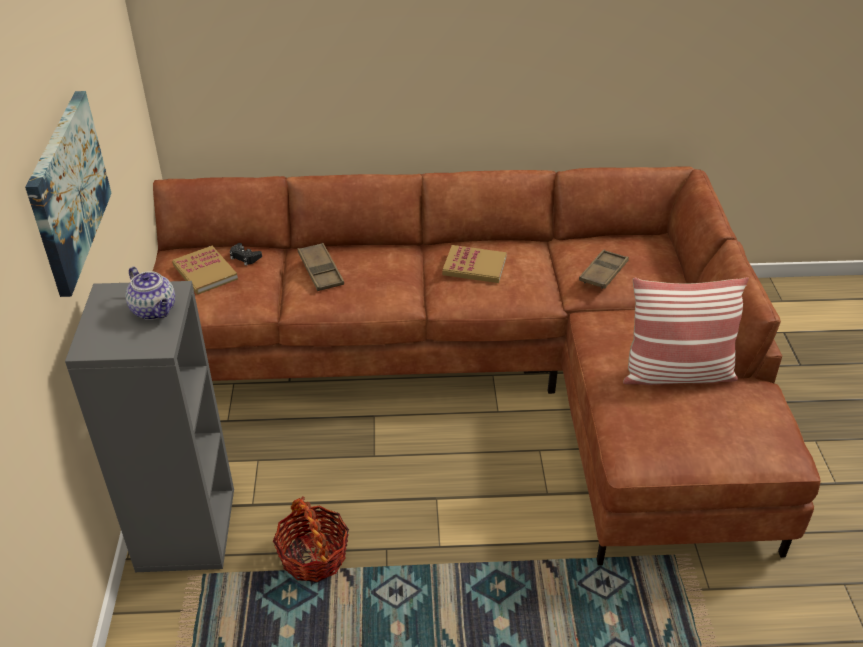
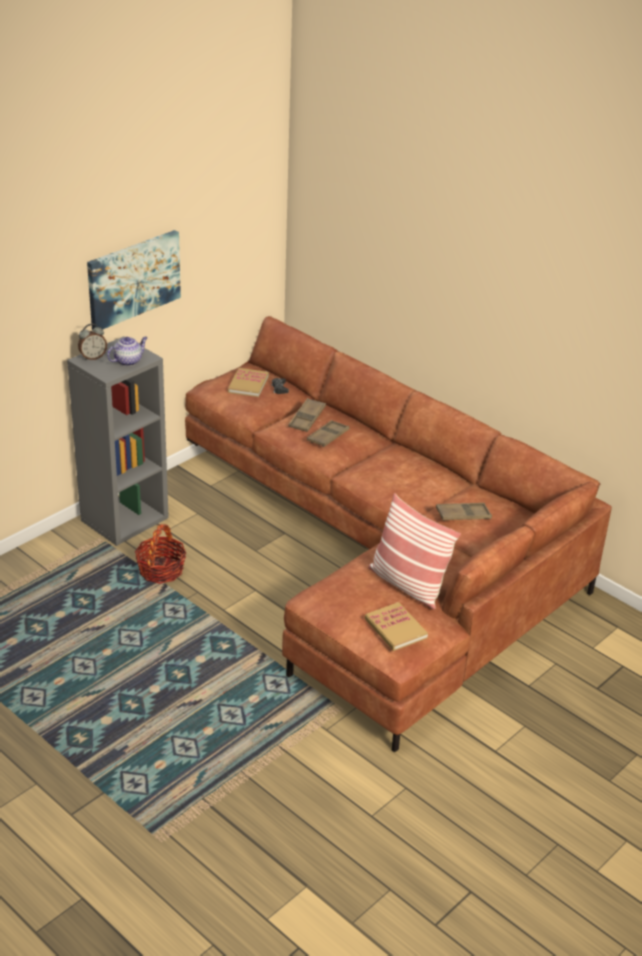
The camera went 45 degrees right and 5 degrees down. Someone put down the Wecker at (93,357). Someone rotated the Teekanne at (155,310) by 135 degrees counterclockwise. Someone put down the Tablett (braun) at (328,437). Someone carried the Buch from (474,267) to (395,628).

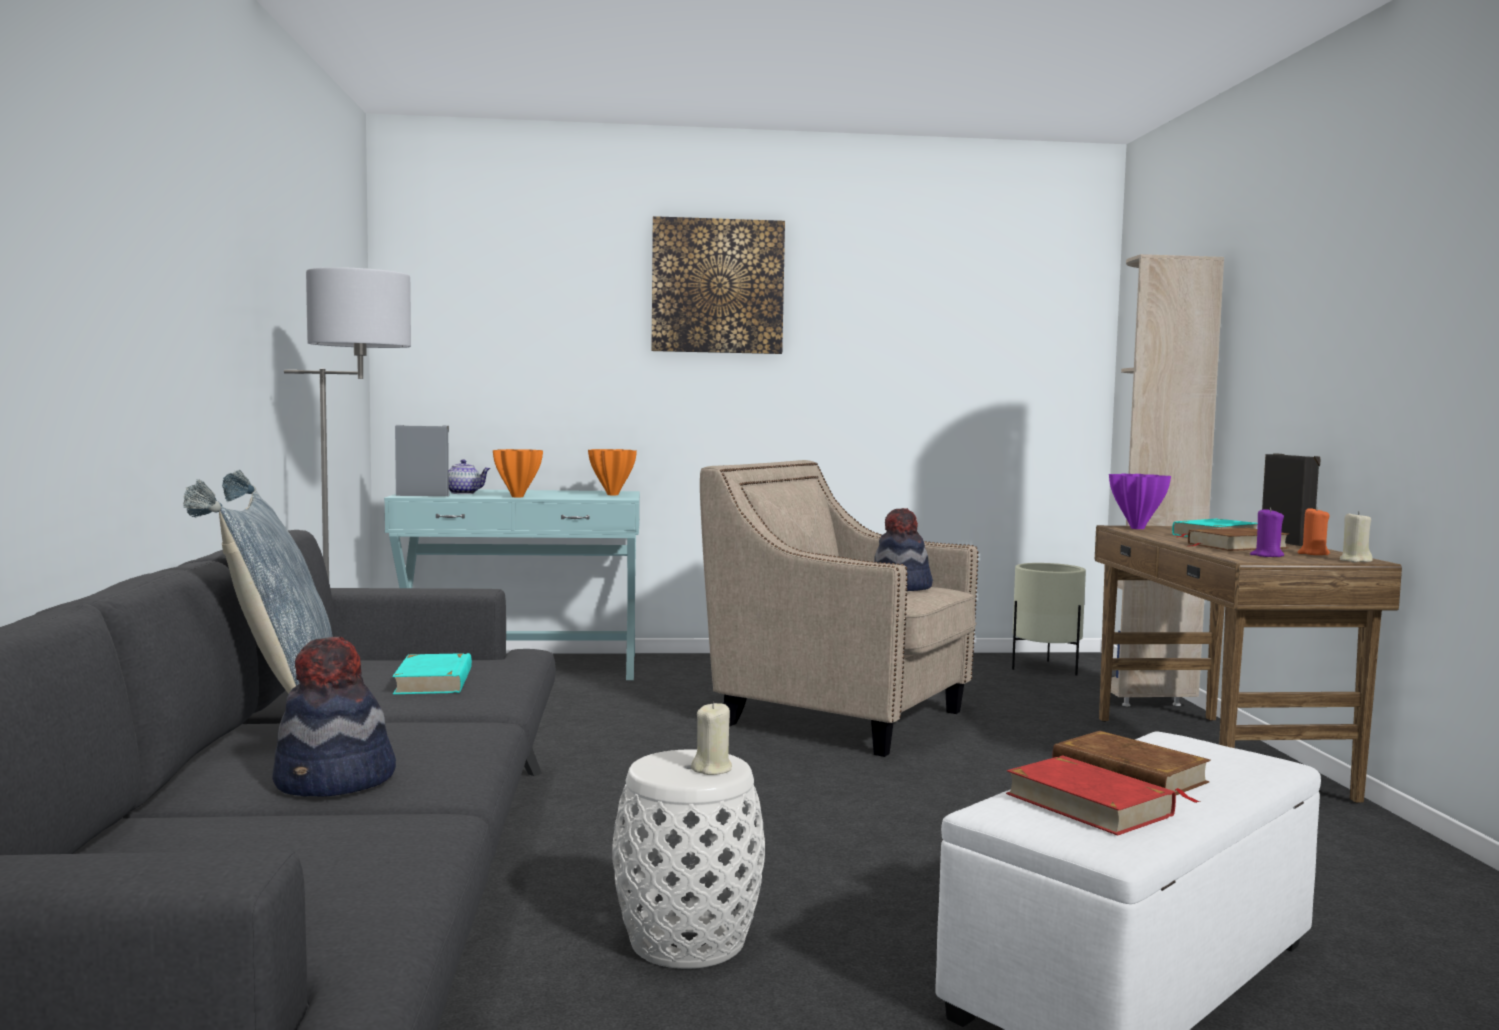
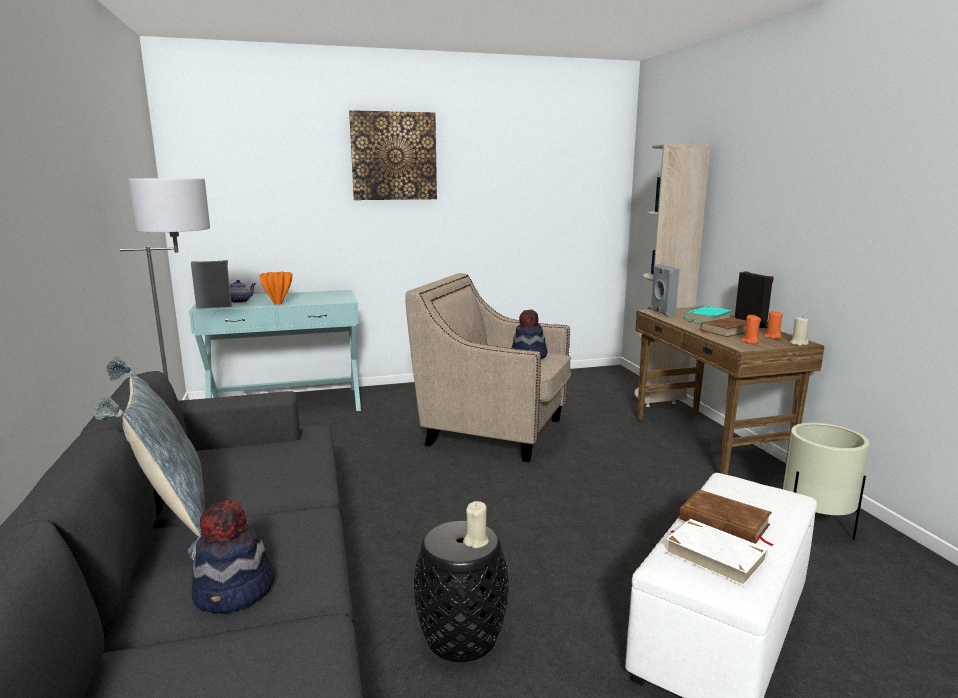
The camera went 10 degrees left and 10 degrees up. Someone repainted the Hocker (weiß) at (687,941), which became the Hocker (schwarz) at (461,637). Someone swapped the Vase (lila) at (1137,528) for the Lautsprecher (grau) at (661,312). Someone repainted the Buch (rot) at (1088,804), which became the Buch (weiß) at (714,556). Someone repainted the Kerze (lila) at (1267,555), which became the Kerze (orange) at (750,341). Someone carried the Pflanzkübel (beige) from (1045,668) to (814,527). Someone took away the Buch (türkis) at (434,681). Someone took away the Vase (orange) at (612,494).

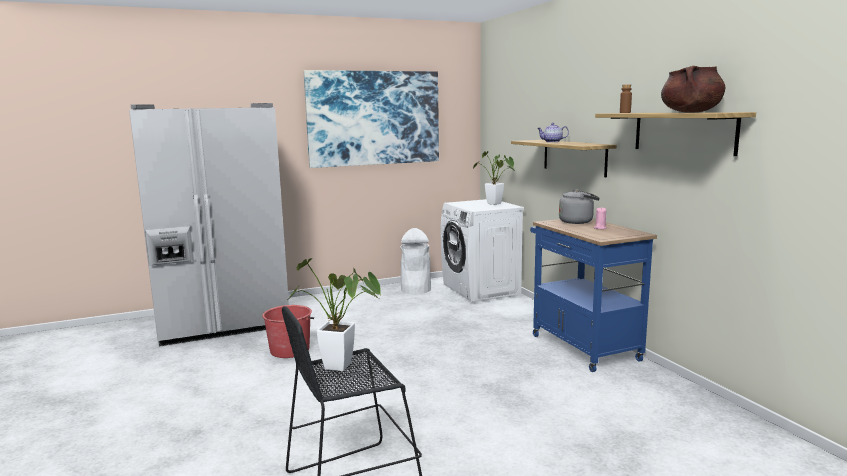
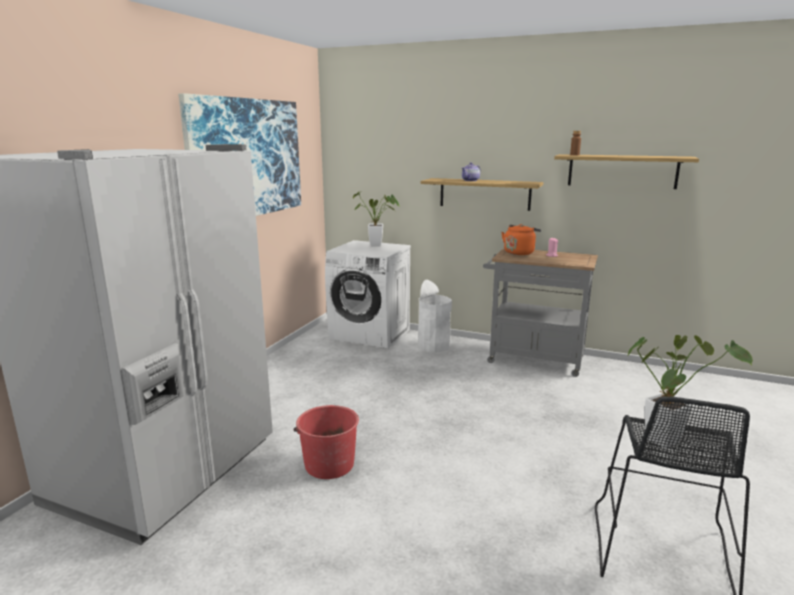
The camera went 45 degrees left and 5 degrees up. Someone carried the Mülleimer (weiß) from (416,289) to (434,345). Someone repainted the Rollwagen (blau) at (582,346), which became the Rollwagen (grau) at (532,359). Someone repainted the Wasserkessel (grau) at (578,222), which became the Wasserkessel (orange) at (519,252). Someone took away the Kochtopf (braun) at (691,112).

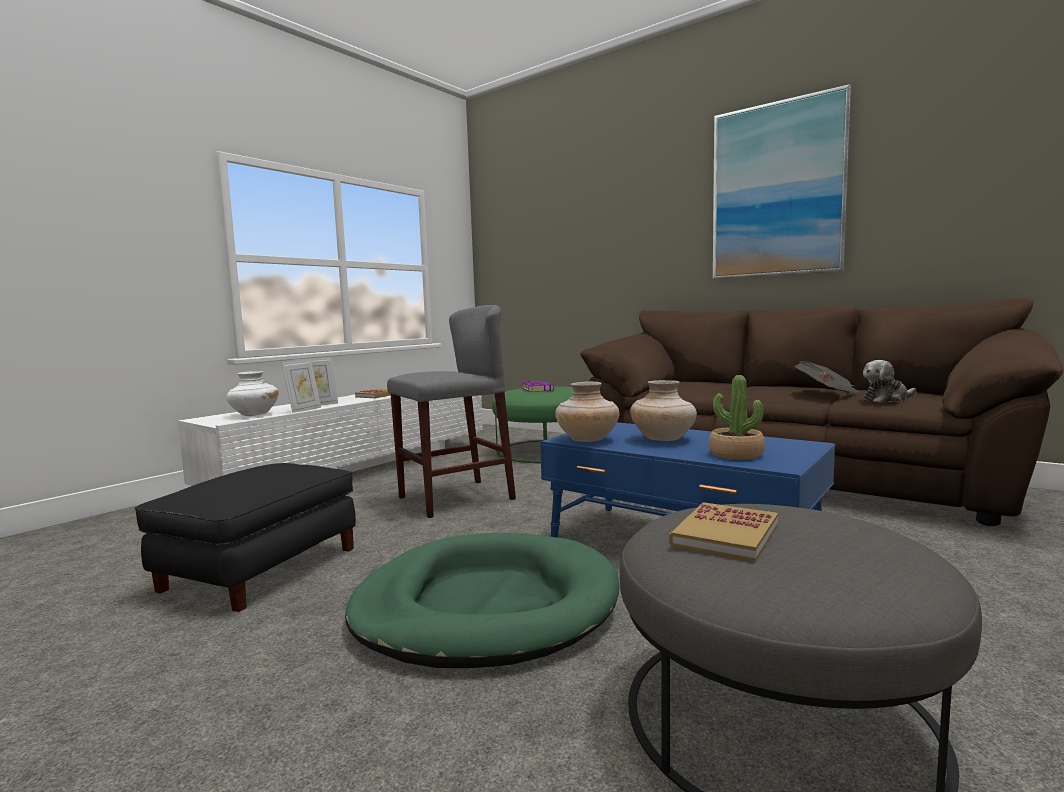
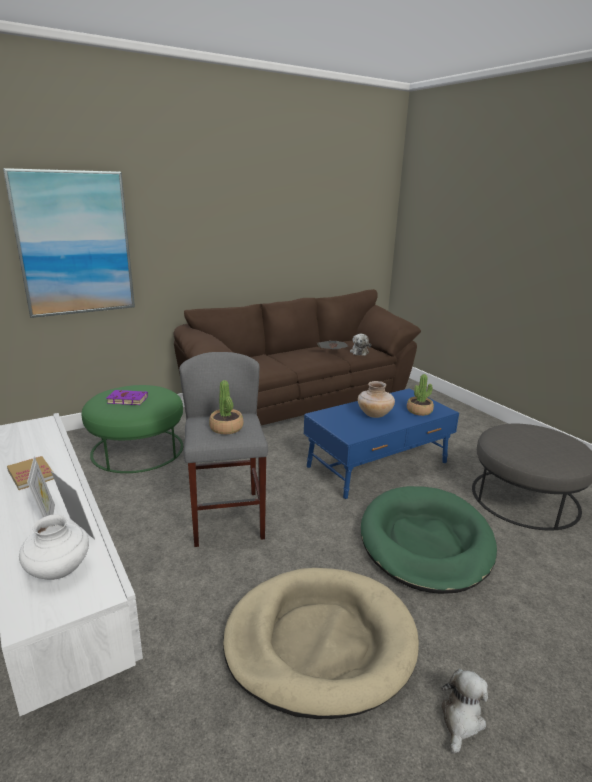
The camera went 70 degrees left and 15 degrees up. Someone carried the Bild from (777,190) to (74,244). Someone put down the Topfpflanze at (226,428). Someone swapped the Polsterhocker (schwarz) at (261,568) for the Hundebett (beige) at (319,642). Someone put down the Plüschtier at (461,719). Someone took away the Vase (beige) at (587,440). Someone took away the Buch at (725,535).

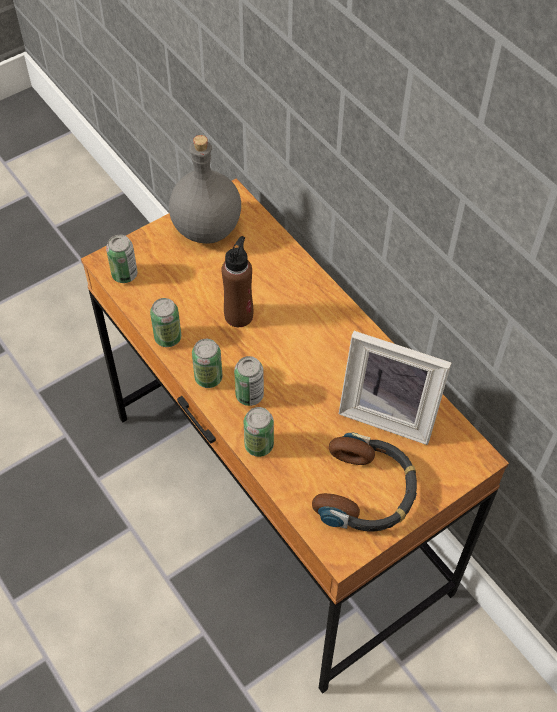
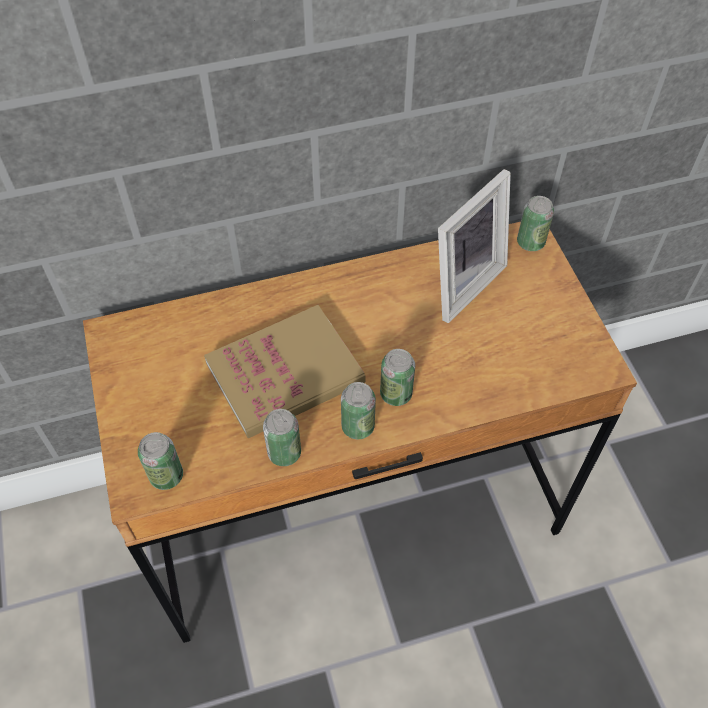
The camera went 70 degrees left and 0 degrees up. Someone swapped the Flasche (braun) at (239,315) for the Buch at (285,373). Someone carried the Dose from (259,445) to (530,242). Someone took away the Flasche (grau) at (207,229). Someone took away the Kopfhörer at (366,491).

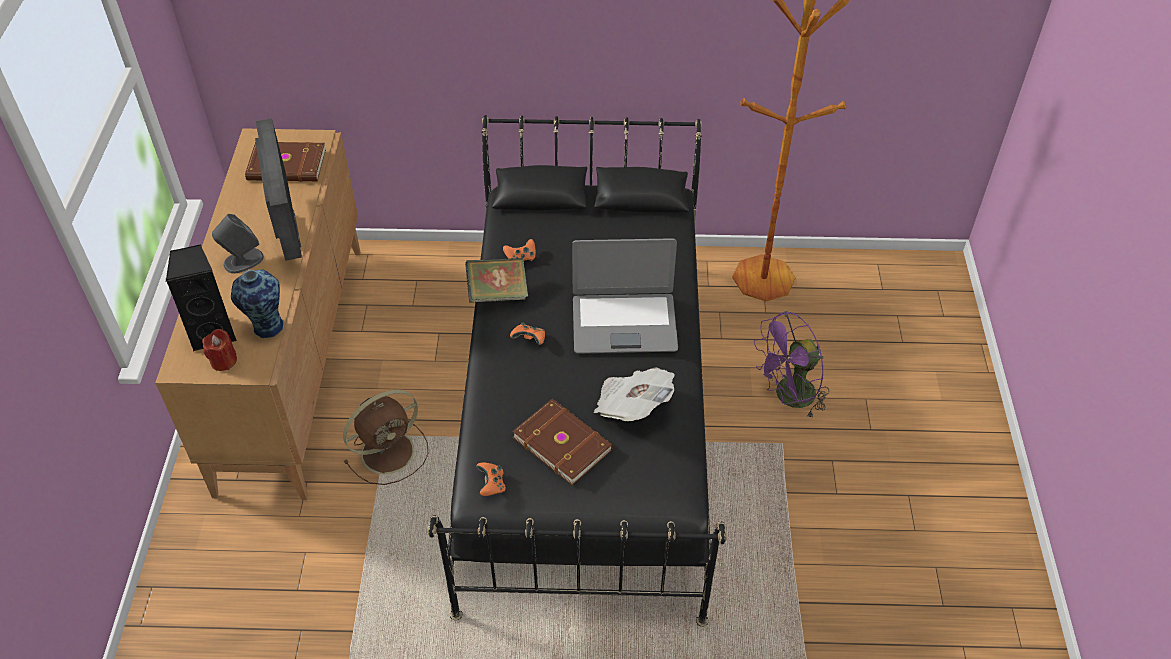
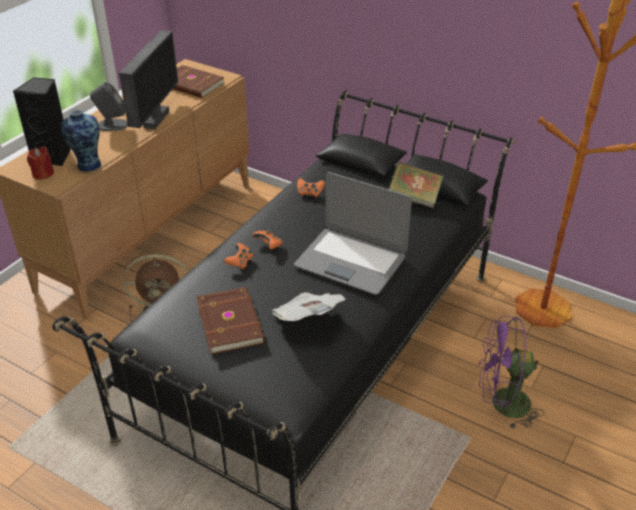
The camera went 30 degrees right and 10 degrees down. Someone carried the Gamepad (orange) from (491,485) to (240,263). Someone carried the Buch from (497,293) to (414,198).

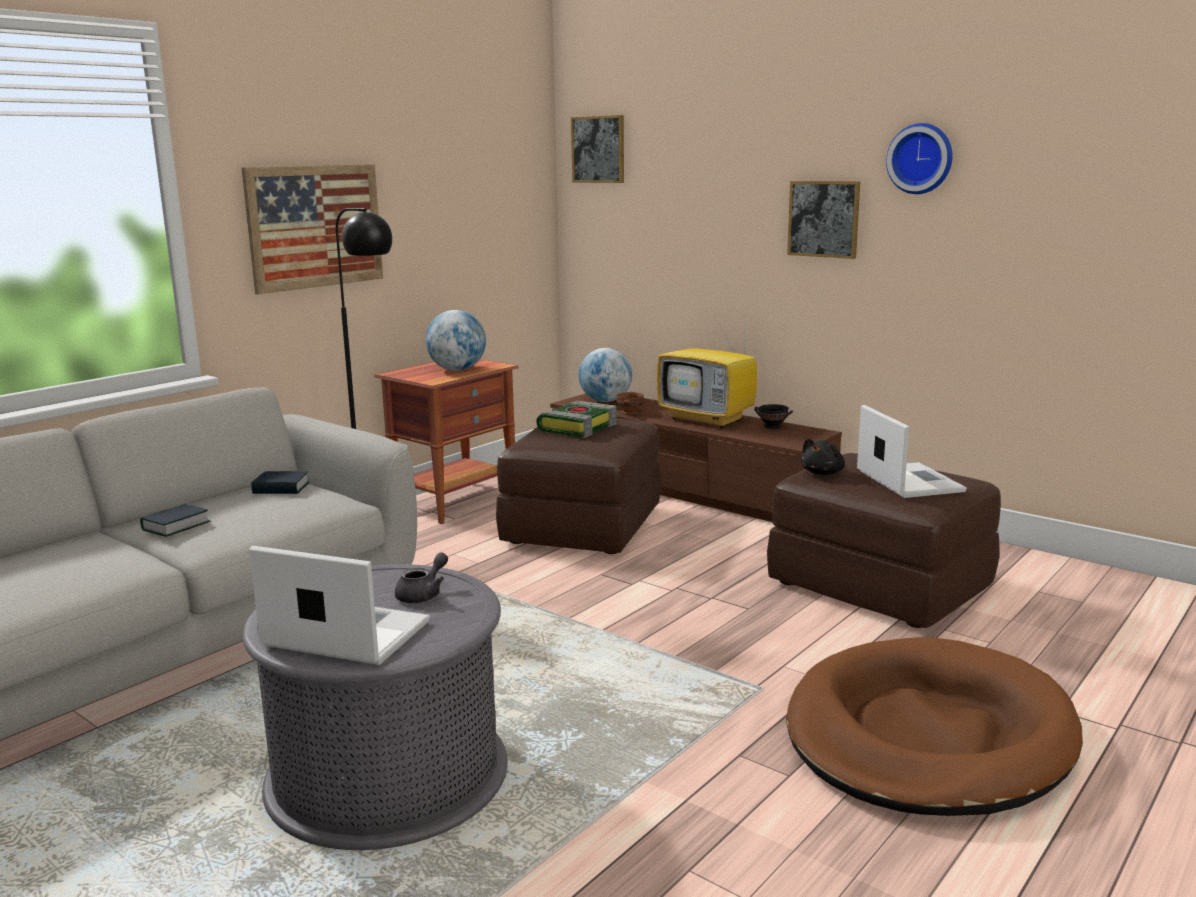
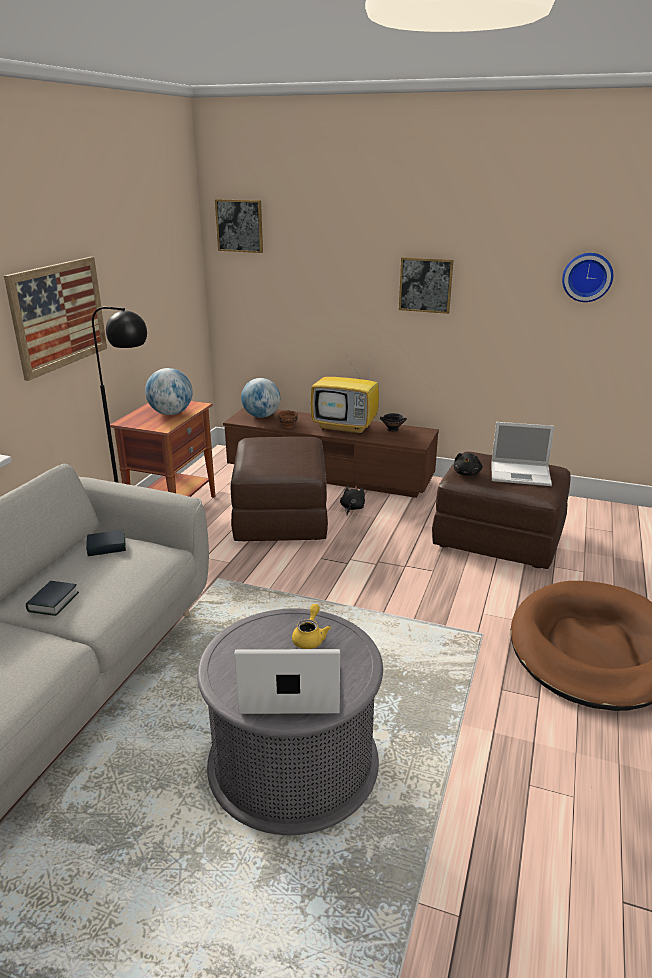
The camera went 20 degrees left and 10 degrees up. Someone repainted the Teekanne (grau) at (423,594), which became the Teekanne (gelb) at (310,637). Someone put down the Plüschtier (schwarz) at (352,508). Someone rotated the Laptop at (908,481) by 135 degrees clockwise. Someone carried the Wanduhr from (921,158) to (587,277). Someone took away the Buch at (577,427).

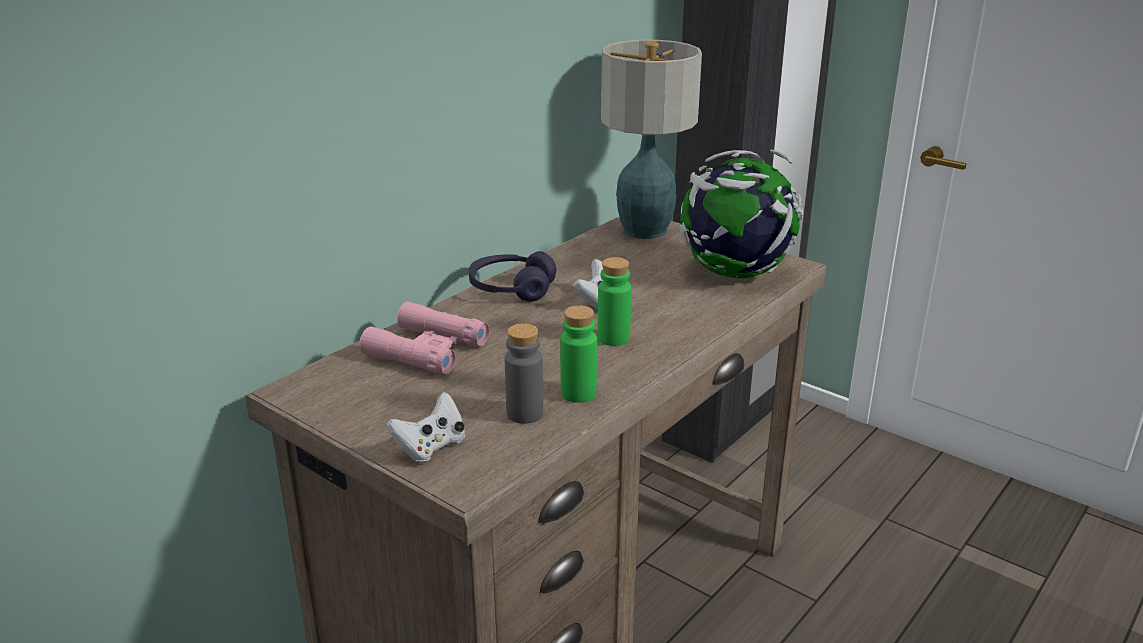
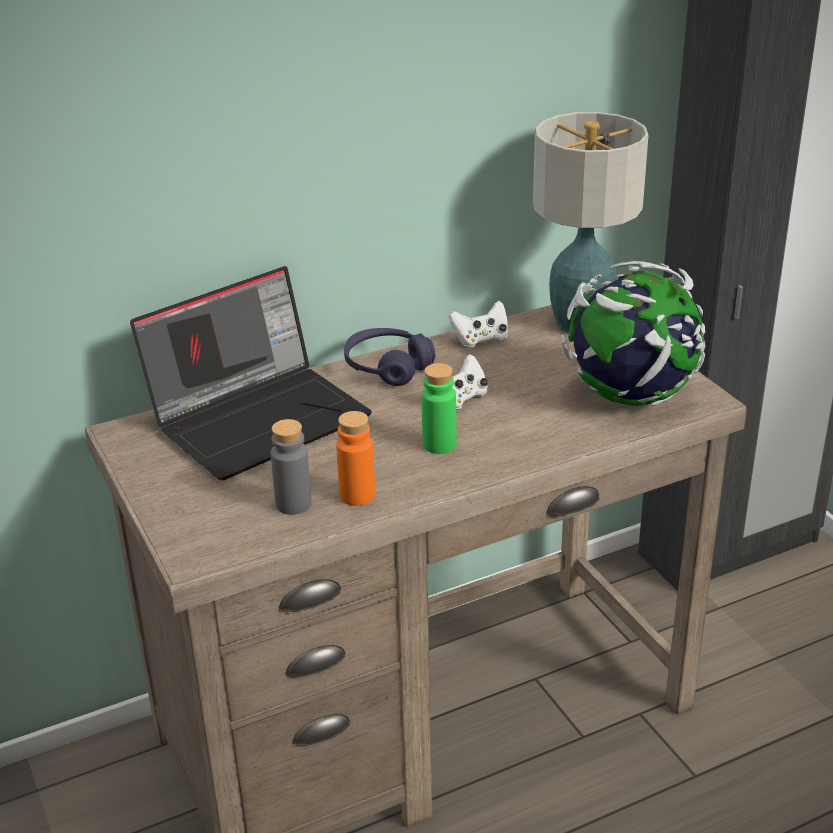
The camera went 25 degrees right and 5 degrees up. Someone swapped the Fernglas (rosa) at (426,349) for the Laptop at (260,417). Someone repainted the Flasche (grün) at (578,393), which became the Flasche (orange) at (357,495). Someone carried the Gamepad (weiß) from (431,447) to (480,340).

